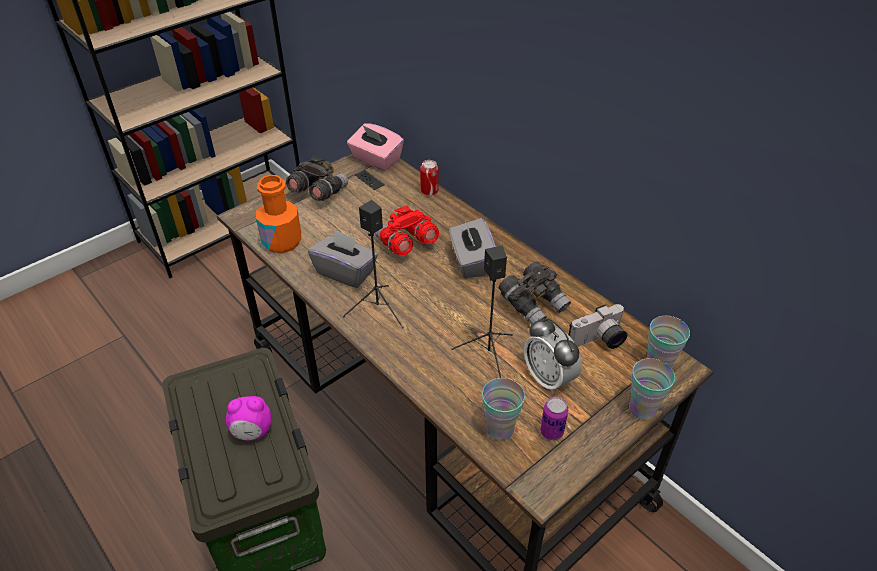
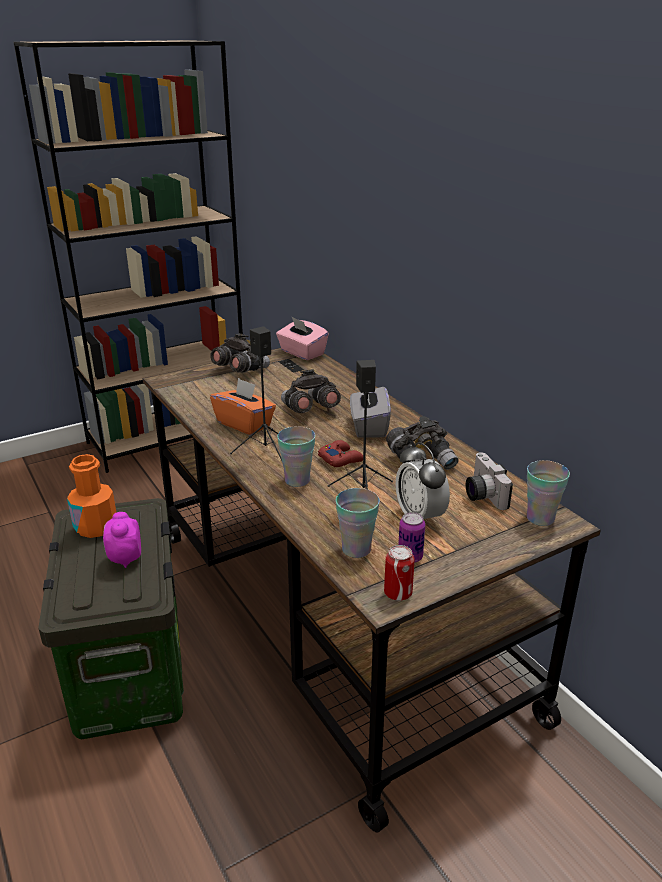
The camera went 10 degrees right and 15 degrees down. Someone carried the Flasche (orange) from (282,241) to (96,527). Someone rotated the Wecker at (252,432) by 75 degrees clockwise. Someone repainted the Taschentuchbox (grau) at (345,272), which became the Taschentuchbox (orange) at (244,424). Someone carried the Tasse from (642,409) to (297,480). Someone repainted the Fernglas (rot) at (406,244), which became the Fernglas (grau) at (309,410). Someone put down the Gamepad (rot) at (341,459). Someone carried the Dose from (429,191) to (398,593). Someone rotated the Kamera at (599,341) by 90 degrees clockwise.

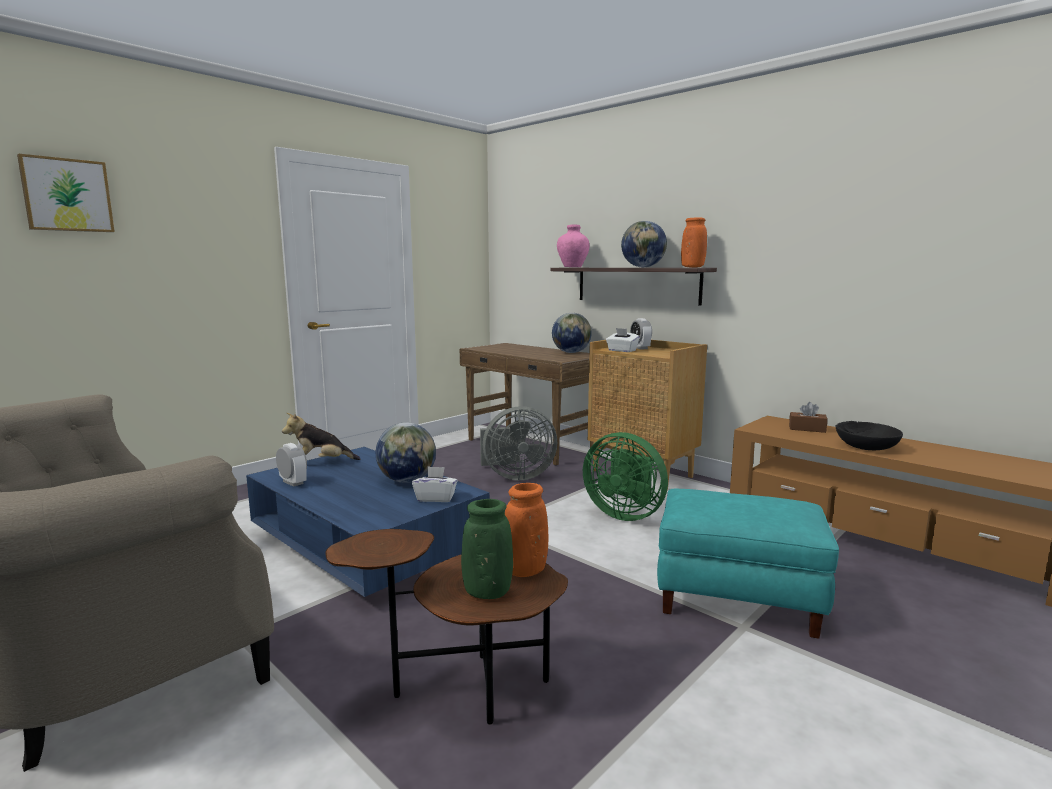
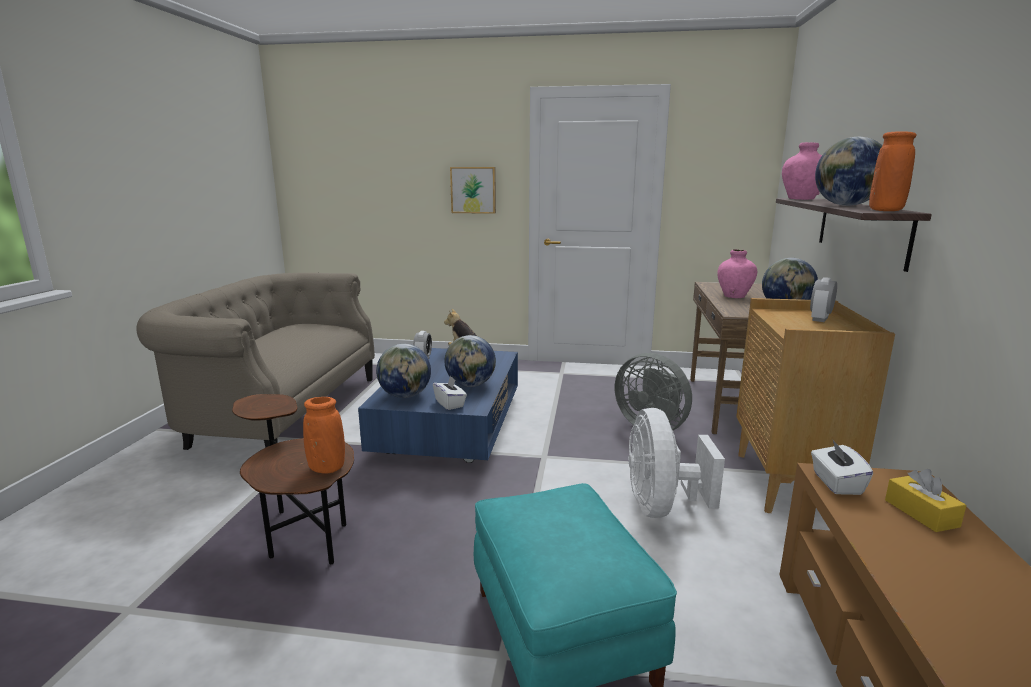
The camera went 55 degrees right and 5 degrees up. Someone put down the Globus at (405,396). Someone carried the Bild from (67,195) to (473,190). Someone repainted the Ventilator (grün) at (624,514), which became the Ventilator (weiß) at (661,506). Someone put down the Vase (rosa) at (734,296). Someone carried the Taschentuchbox (weiß) from (622,350) to (836,483). Someone repainted the Taschentuchbox (braun) at (807,429), which became the Taschentuchbox (gelb) at (921,513). Someone took away the Vase (grün) at (487,592). Someone took away the Schüssel (schwarz) at (865,447).

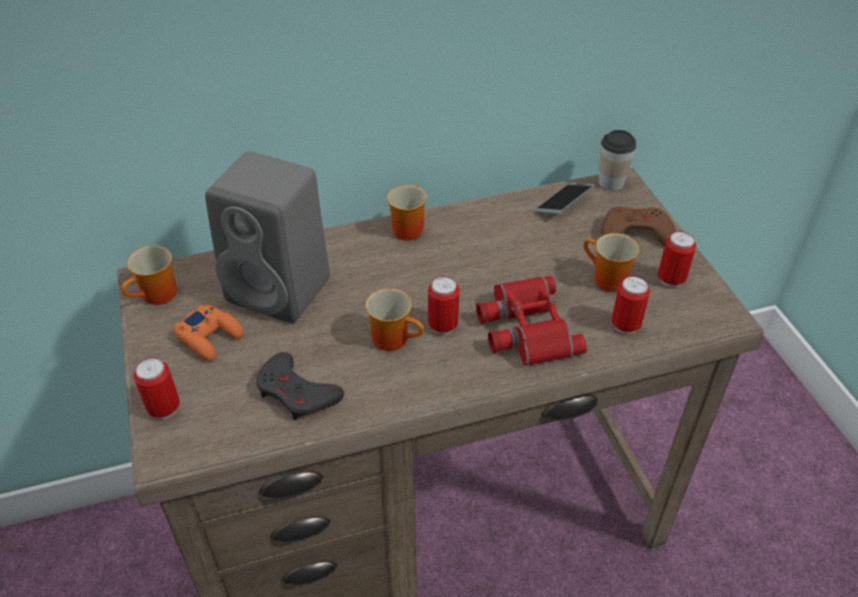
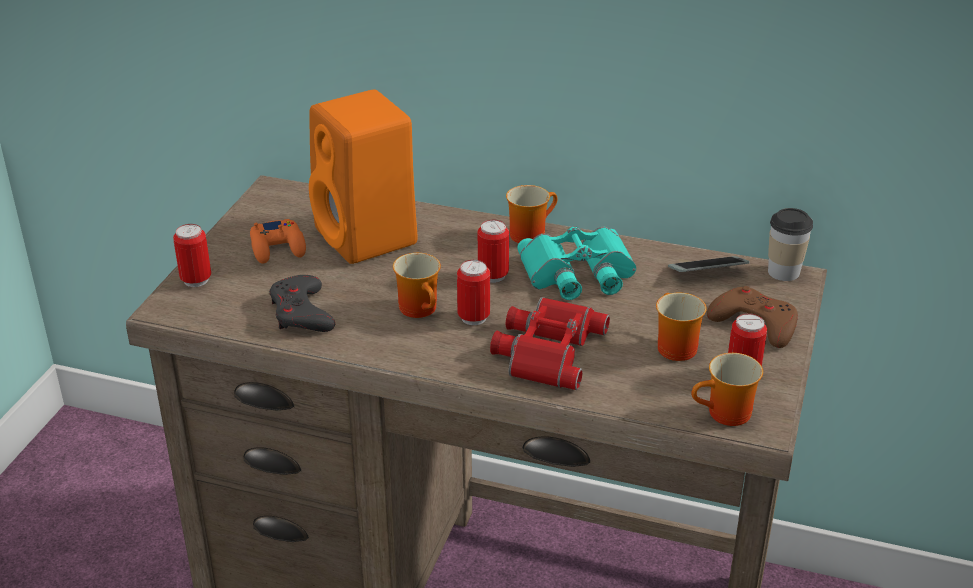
The camera went 35 degrees right and 10 degrees down. Someone repainted the Lautsprecher (grau) at (282,290), which became the Lautsprecher (orange) at (368,238). Someone carried the Dose from (625,325) to (493,275). Someone put down the Fernglas (türkis) at (578,274). Someone carried the Henkelbecher from (158,296) to (726,416).

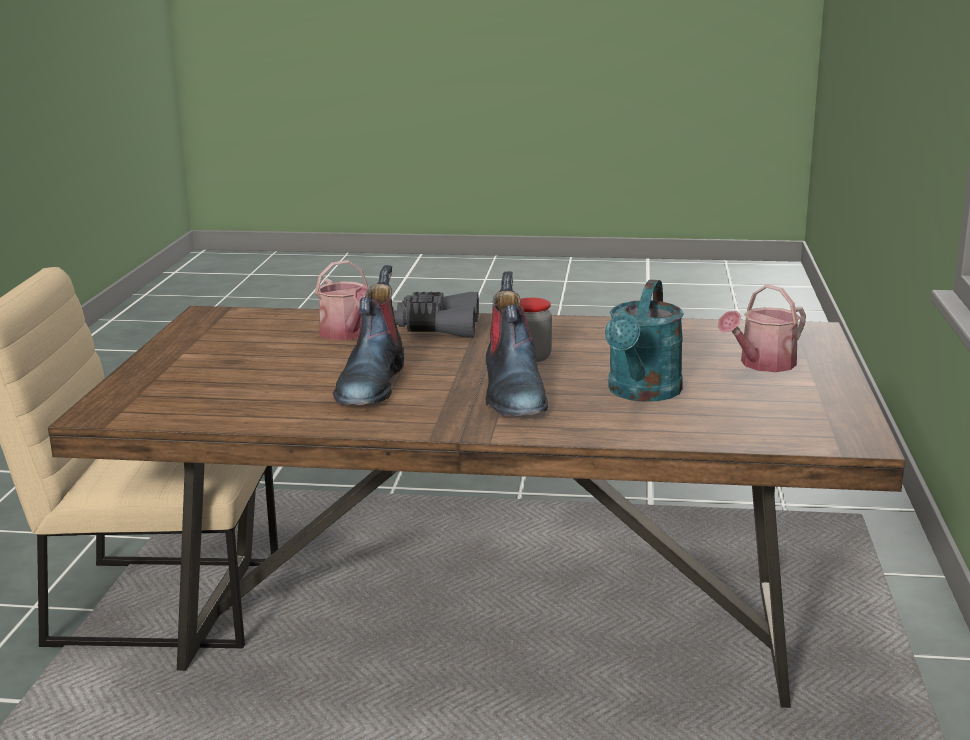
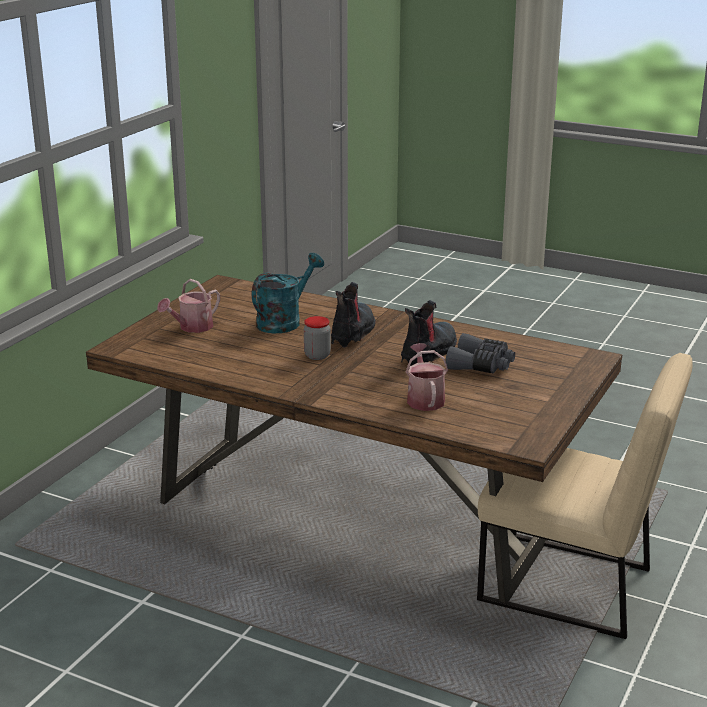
The camera went 160 degrees left and 5 degrees up. Someone rotated the Gießkanne at (762,365) by 150 degrees clockwise. Someone carried the Fernglas (grau) from (437,328) to (481,365).

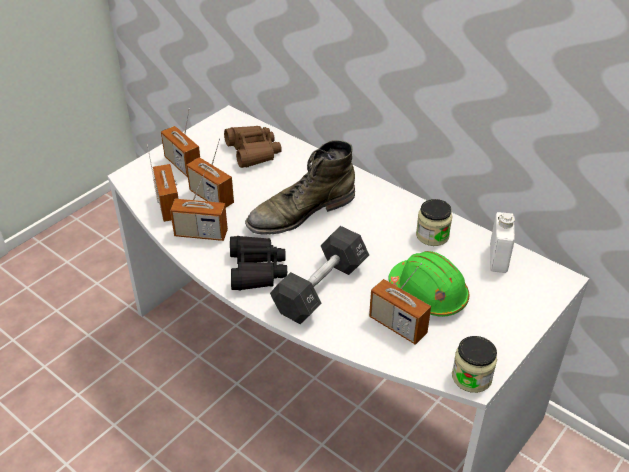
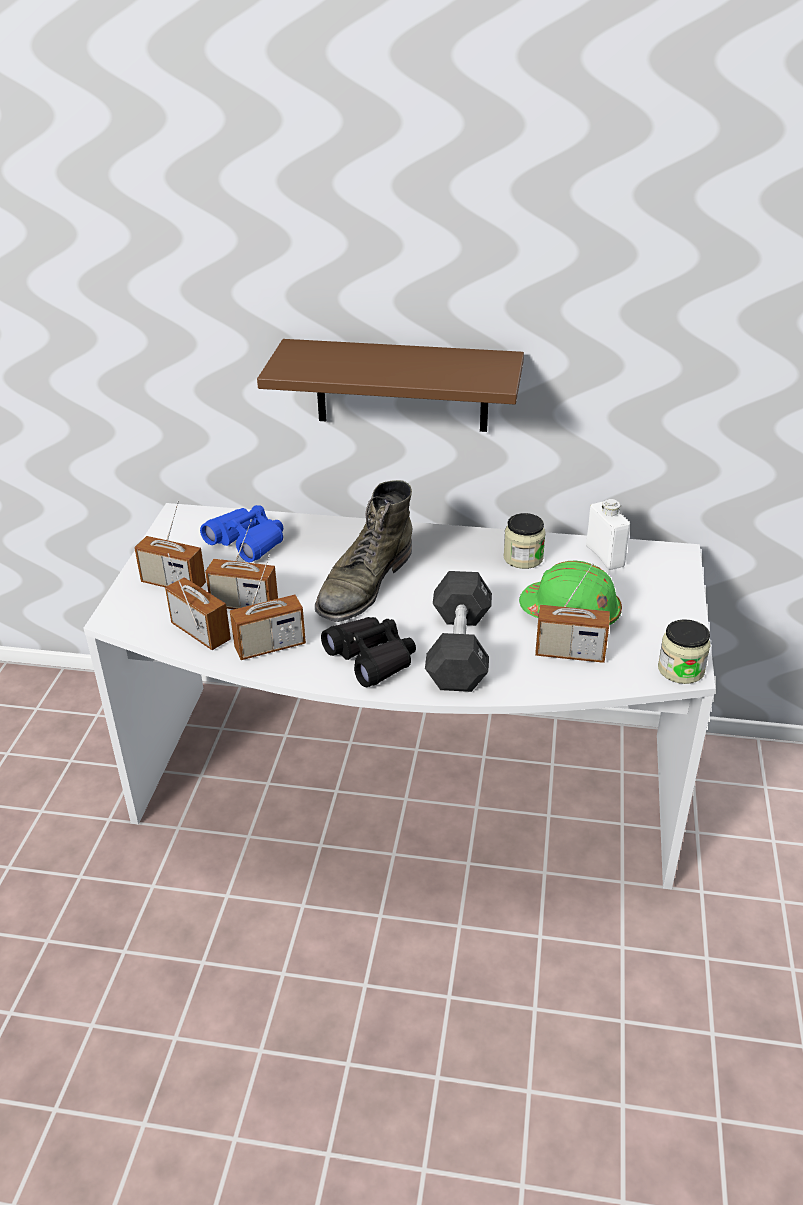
The camera went 30 degrees left and 5 degrees down. Someone repainted the Fernglas (braun) at (253,152), which became the Fernglas (blau) at (247,542). Someone put up the Wandregal (braun) at (401,385).

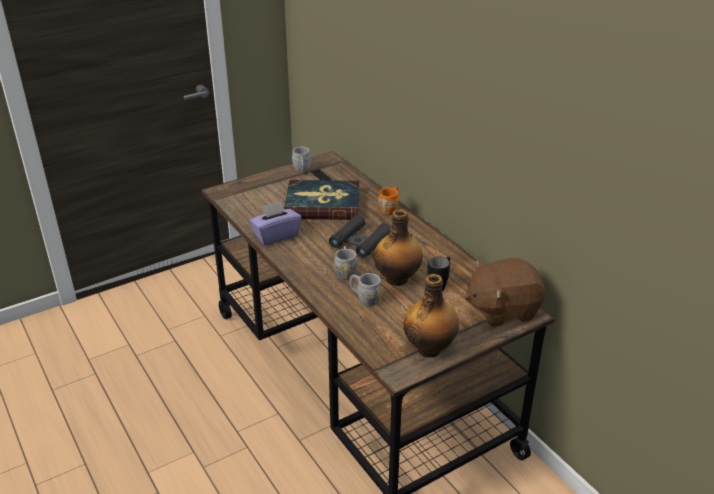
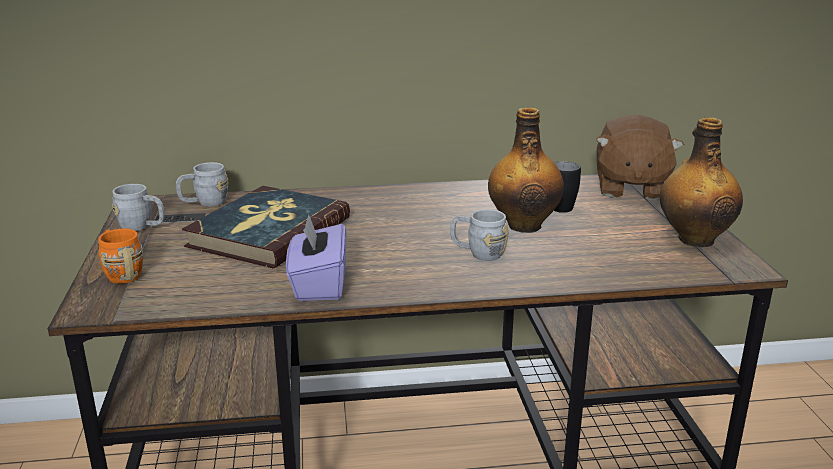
The camera went 65 degrees left and 10 degrees down. Someone carried the Henkelbecher (orange) from (390,209) to (121,273). Someone carried the Henkelbecher (grau) from (364,298) to (204,203). Someone took away the Fernglas (schwarz) at (360,242).

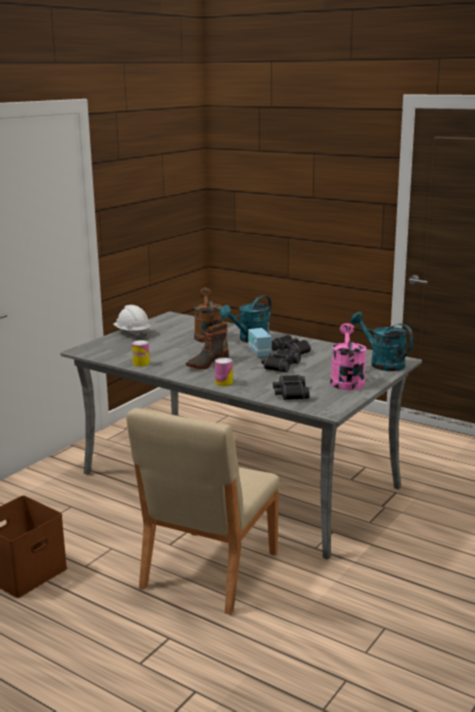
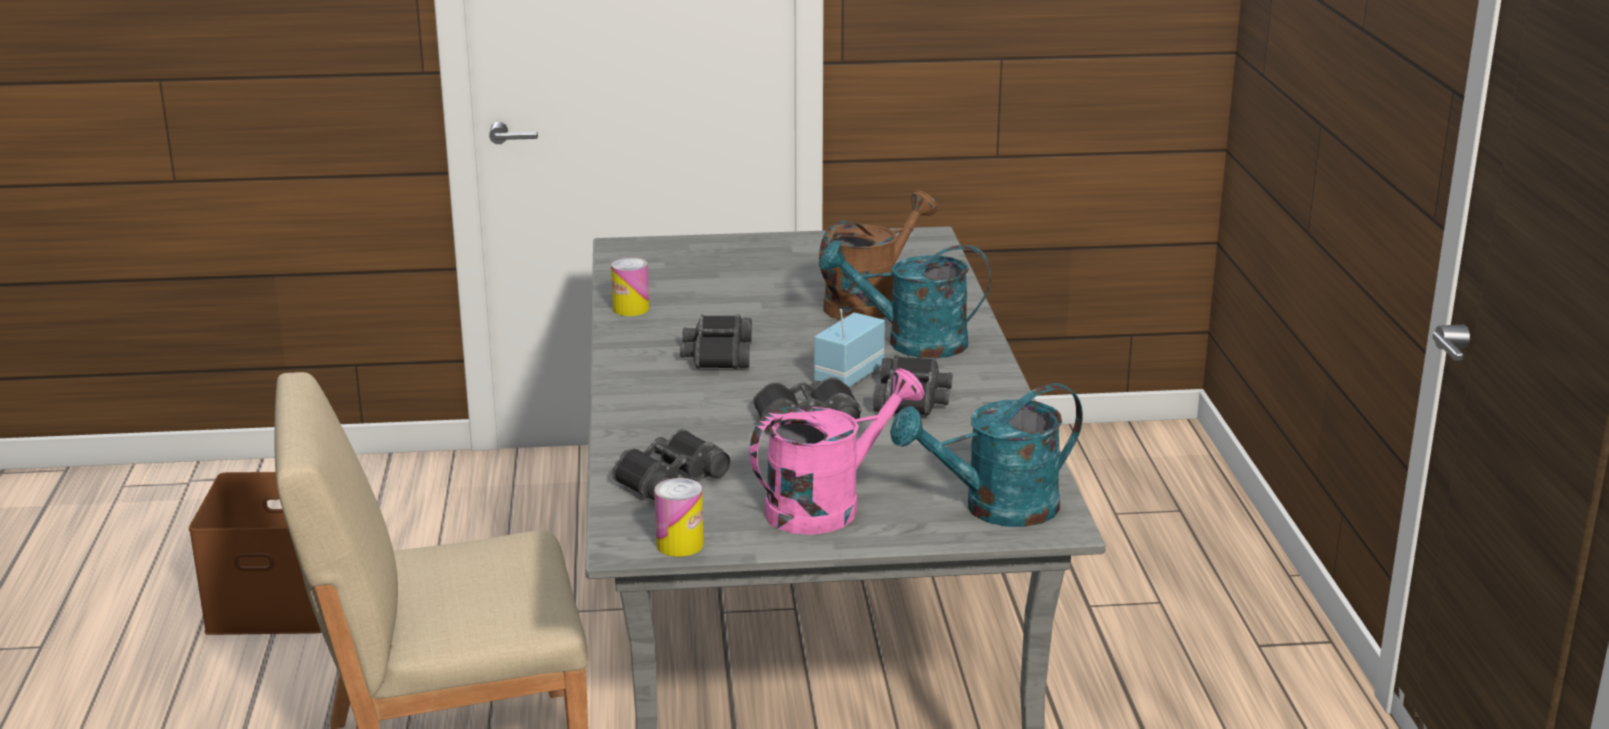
The camera went 50 degrees right and 5 degrees up. Someone carried the Dose from (224,382) to (680,544). Someone swapped the Stiefel at (206,363) for the Fernglas (schwarz) at (717,354). Someone rotated the Gießkanne (türkis) at (382,363) by 120 degrees counterclockwise. Someone took away the Schutzhelm (weiß) at (132,333).

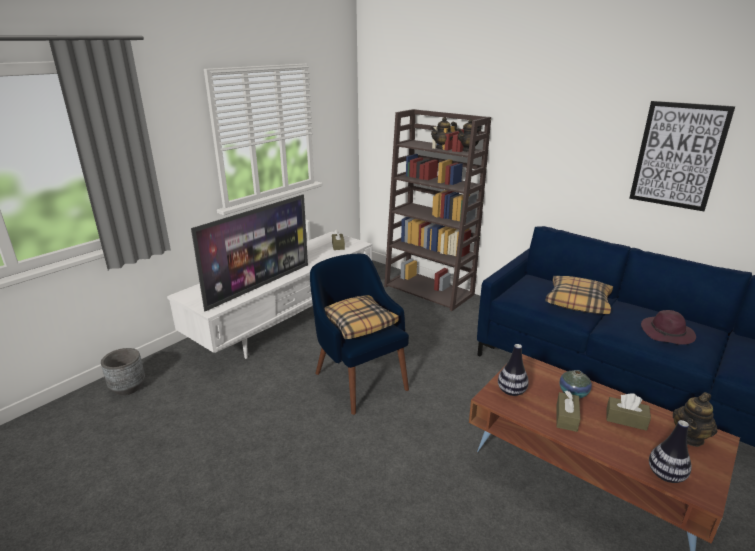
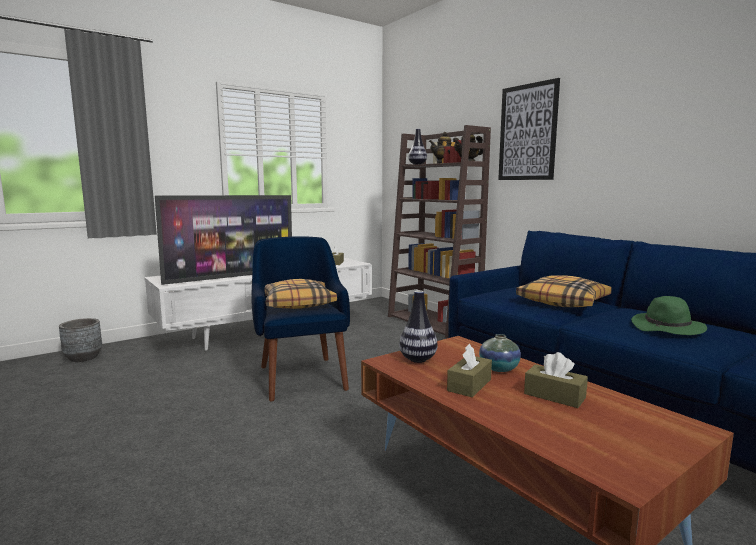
The camera went 15 degrees right and 15 degrees down. Someone carried the Vase from (665,475) to (417,164). Someone carried the Bild from (678,155) to (527,132). Someone repainted the Hut (lila) at (667,334), which became the Hut (grün) at (667,329). Someone took away the Teekanne at (689,437).

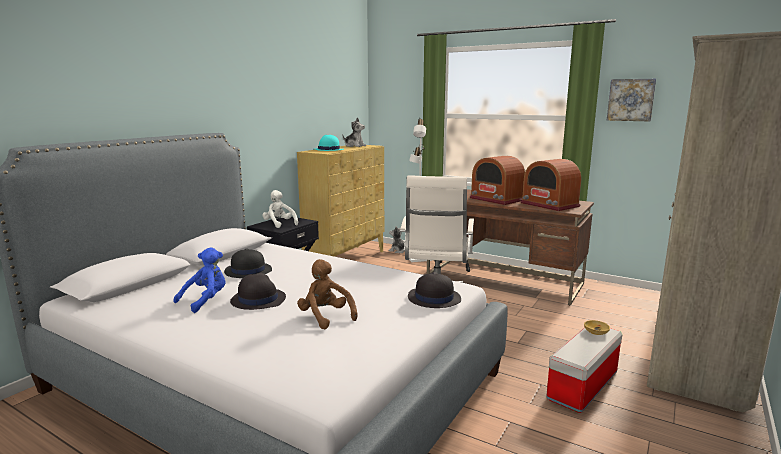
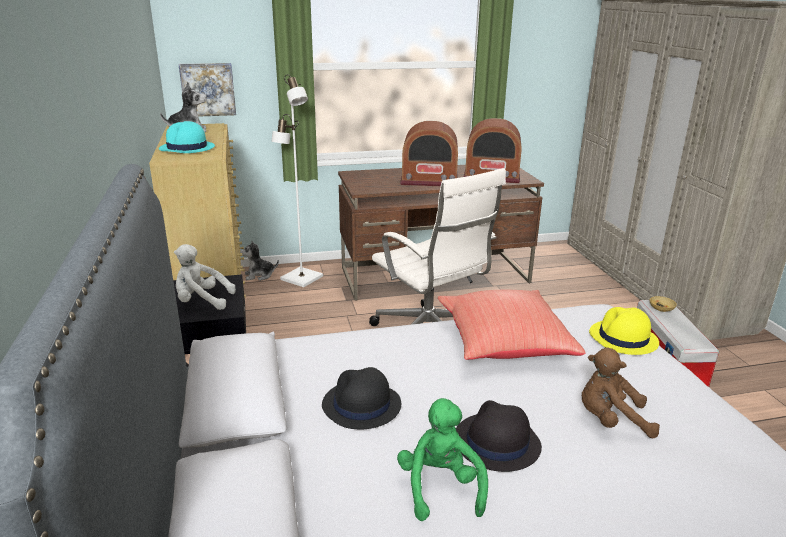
The camera went 45 degrees left and 10 degrees up. Someone carried the Bild from (631,100) to (208,89). Someone repainted the Plüschtier (blau) at (206,300), which became the Plüschtier (grün) at (440,487). Someone put down the Kissen (rot) at (503,344). Someone repainted the Hut (schwarz) at (433,298), which became the Hut (gelb) at (623,338).

